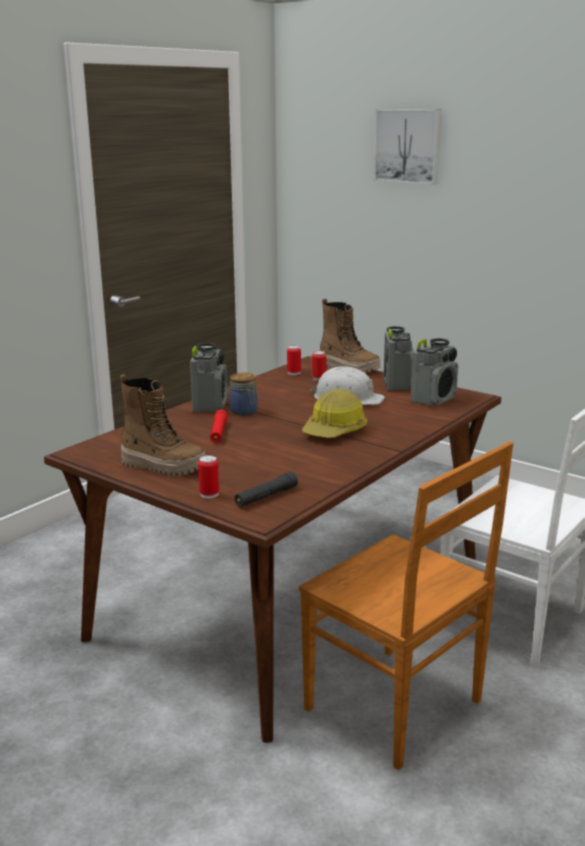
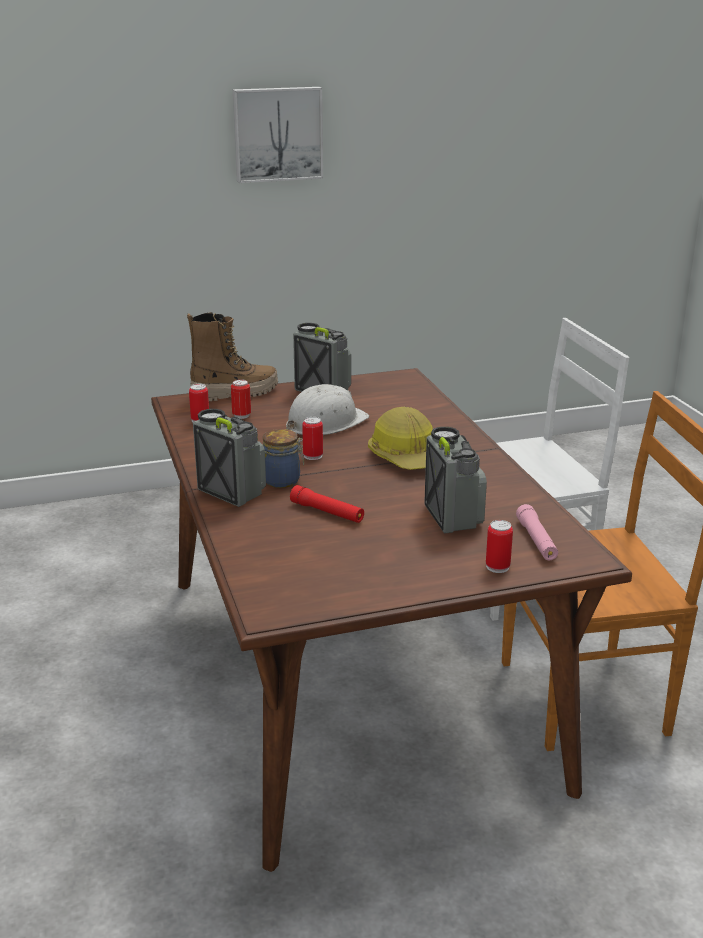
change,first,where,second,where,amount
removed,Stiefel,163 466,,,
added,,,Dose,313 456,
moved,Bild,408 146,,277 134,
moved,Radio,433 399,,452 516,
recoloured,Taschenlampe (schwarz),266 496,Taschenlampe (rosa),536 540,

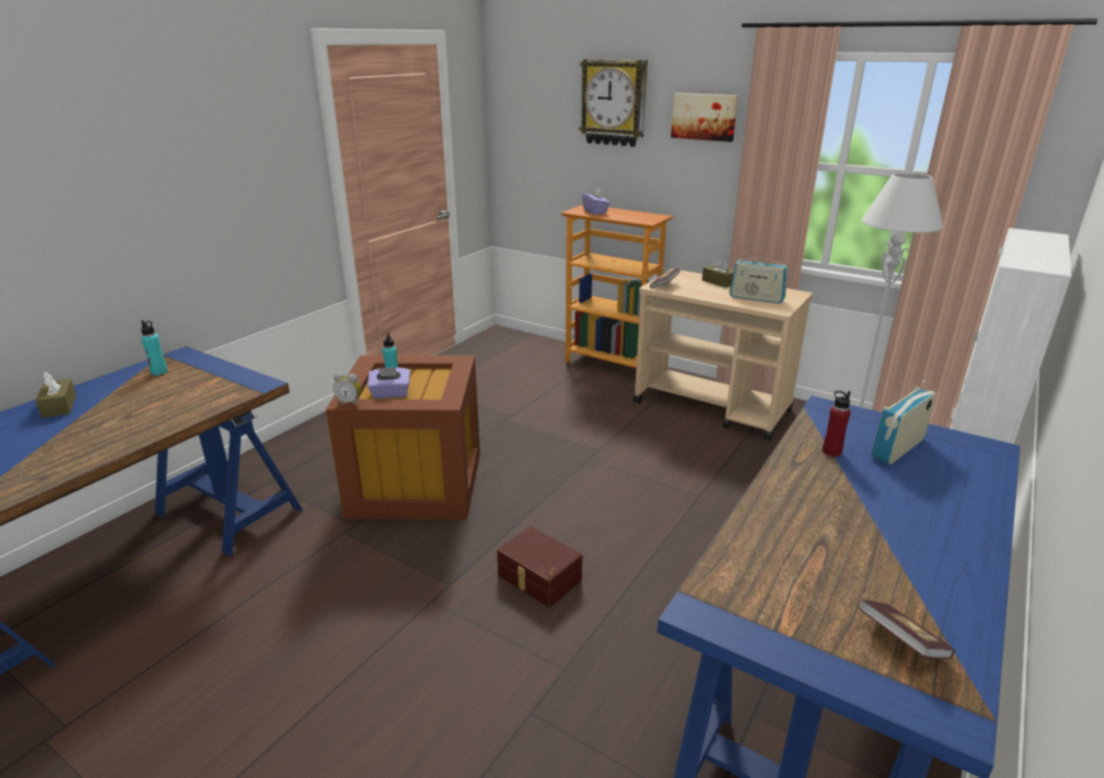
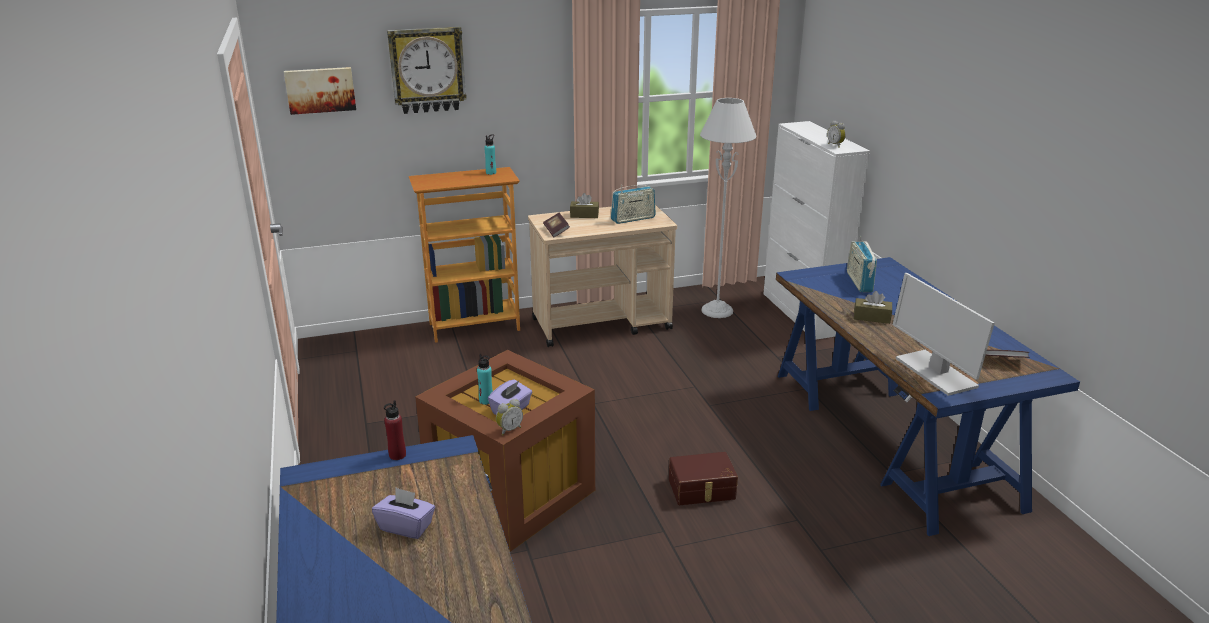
change,first,where,second,where,amount
added,,,Wecker,836 145,
added,,,Monitor,934 372,
moved,Taschentuchbox (braun),59 406,,871 317,
moved,Flasche (türkis),159 372,,491 173,
moved,Taschentuchbox (lila),595 212,,406 526,
moved,Bild,704 116,,320 90,
moved,Flasche (rot),831 452,,397 455,

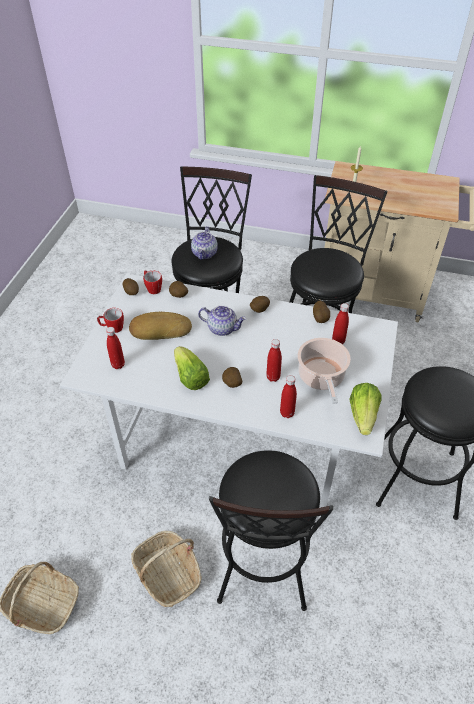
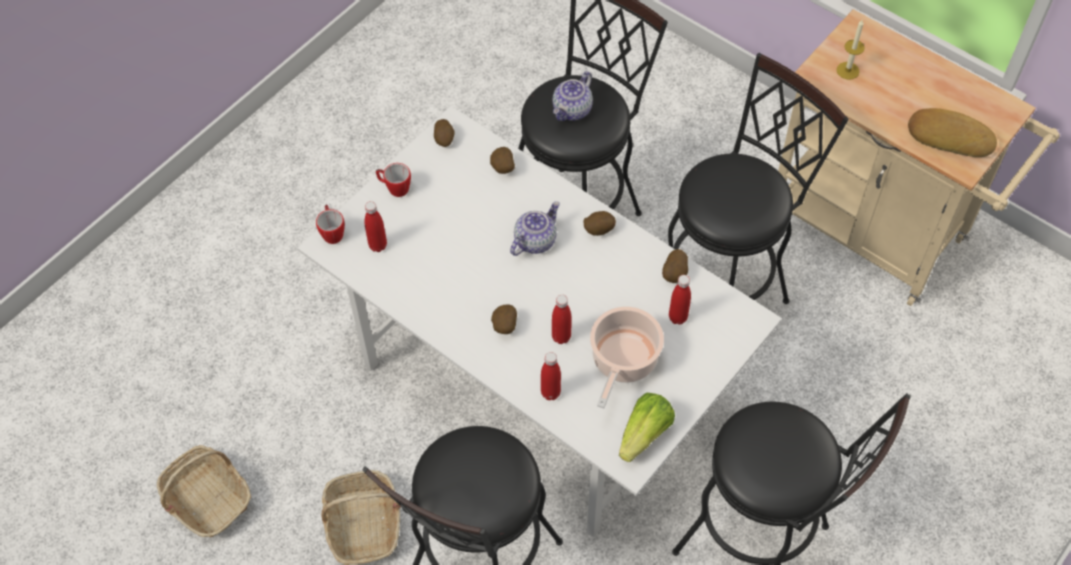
change,first,where,second,where,amount
removed,Salatkopf,190 377,,,
moved,Brot,160 329,,949 136,
moved,Henkelbecher,152 288,,332 232,
turned,Teekanne,222 328,,535 240,90 degrees counterclockwise

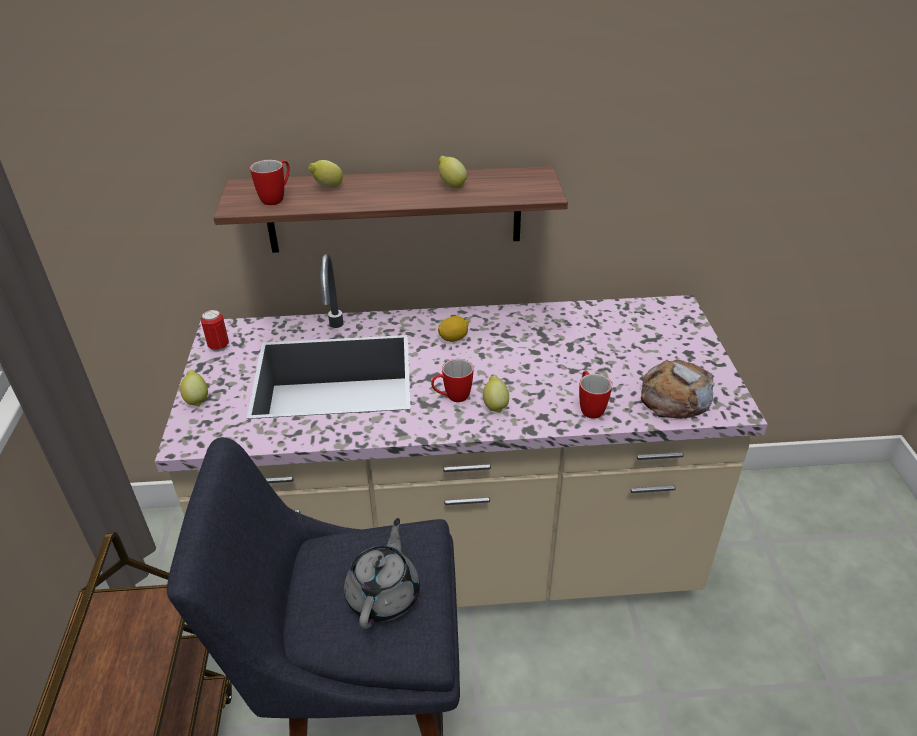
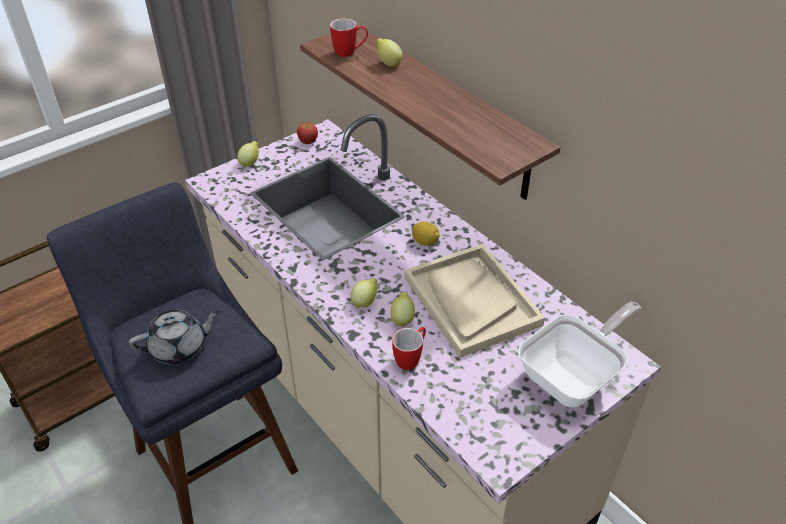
change,first,where,second,where,amount
removed,Henkelbecher,452 397,,,
removed,Brot,675 396,,,
added,,,Tablett (beige),471 301,
added,,,Pfanne,573 376,
moved,Zitrone,451 185,,402 318,
replaced,Dose,219 346,Apfel,308 142,

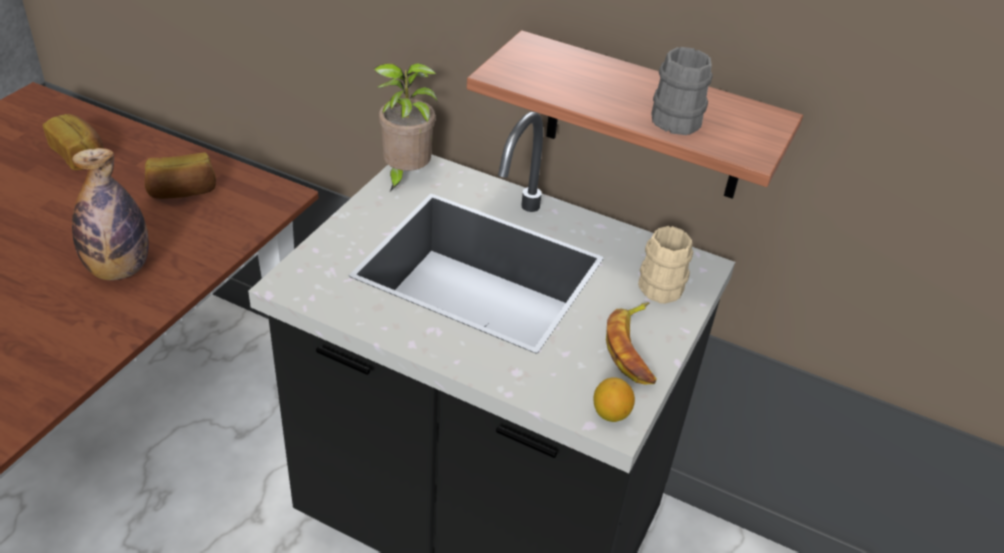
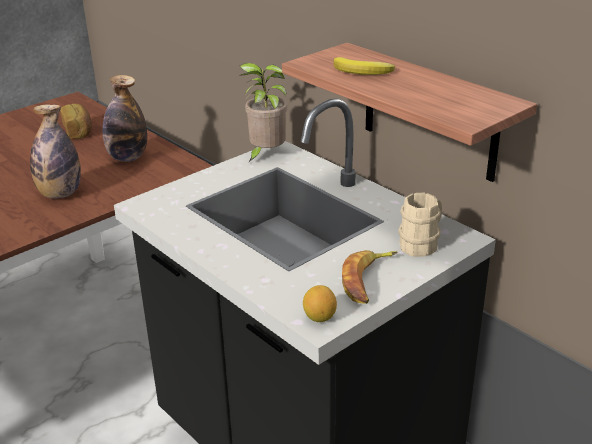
change,first,where,second,where,amount
removed,Henkelbecher (grau),675 116,,,
added,,,Banane,364 71,
replaced,Brot,182 191,Flasche,128 157,

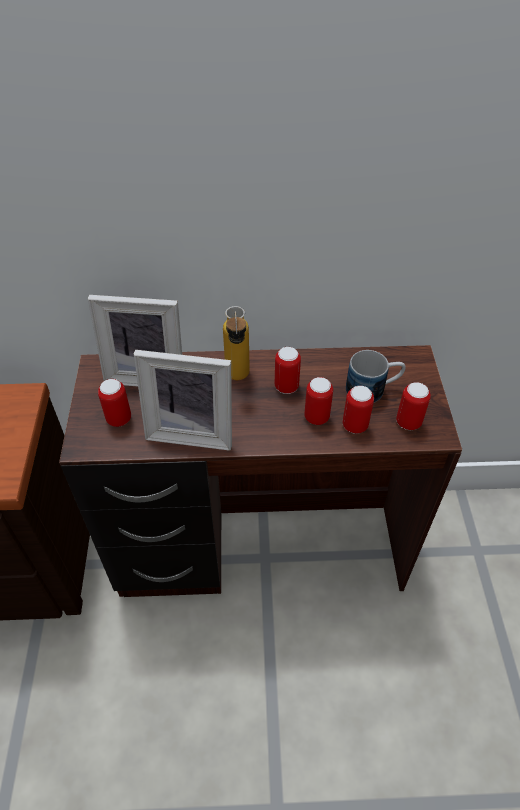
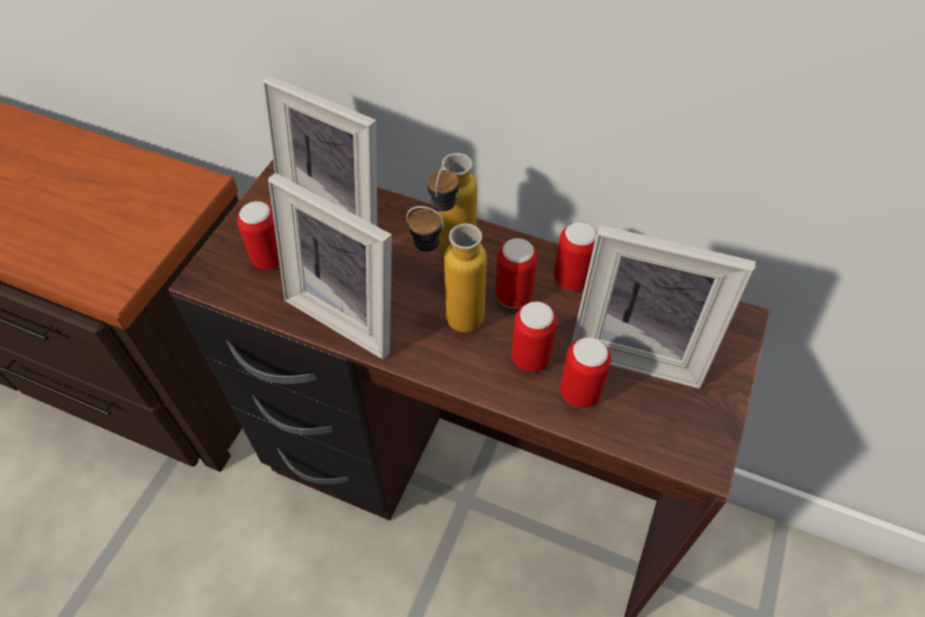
change,first,where,second,where,amount
added,,,Flasche,449 315,
moved,Dose,408 422,,571 279,
replaced,Henkelbecher,373 389,Bilderrahmen,638 347,

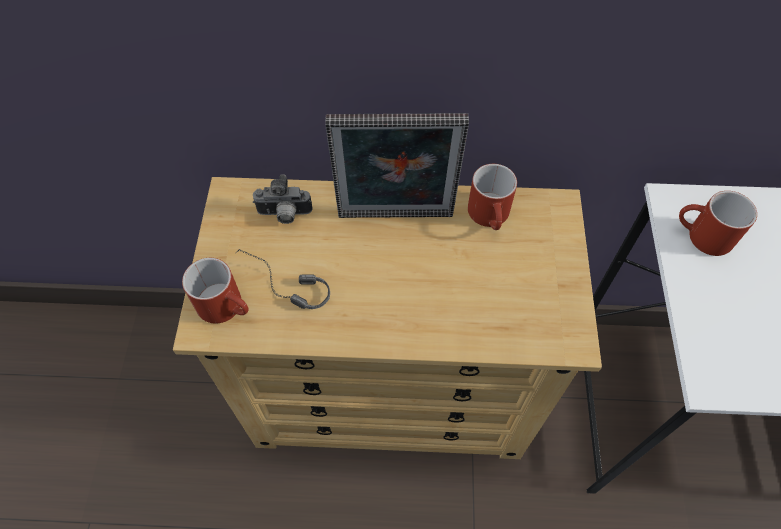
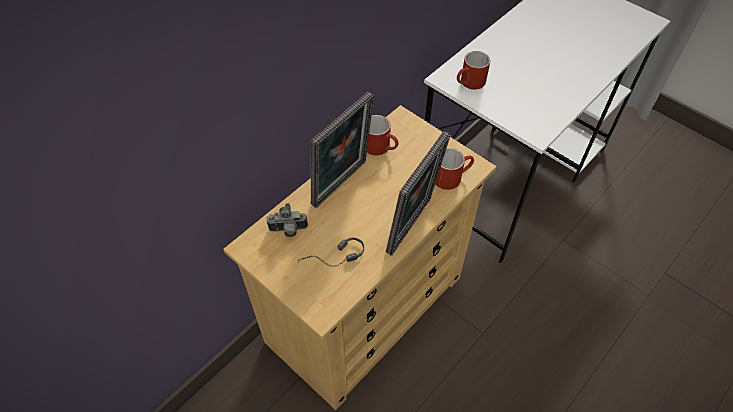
change,first,where,second,where,amount
added,,,Bilderrahmen,413 227,
moved,Henkelbecher (rot),227 306,,451 176,
turned,Kamera,284 215,,288 231,45 degrees clockwise

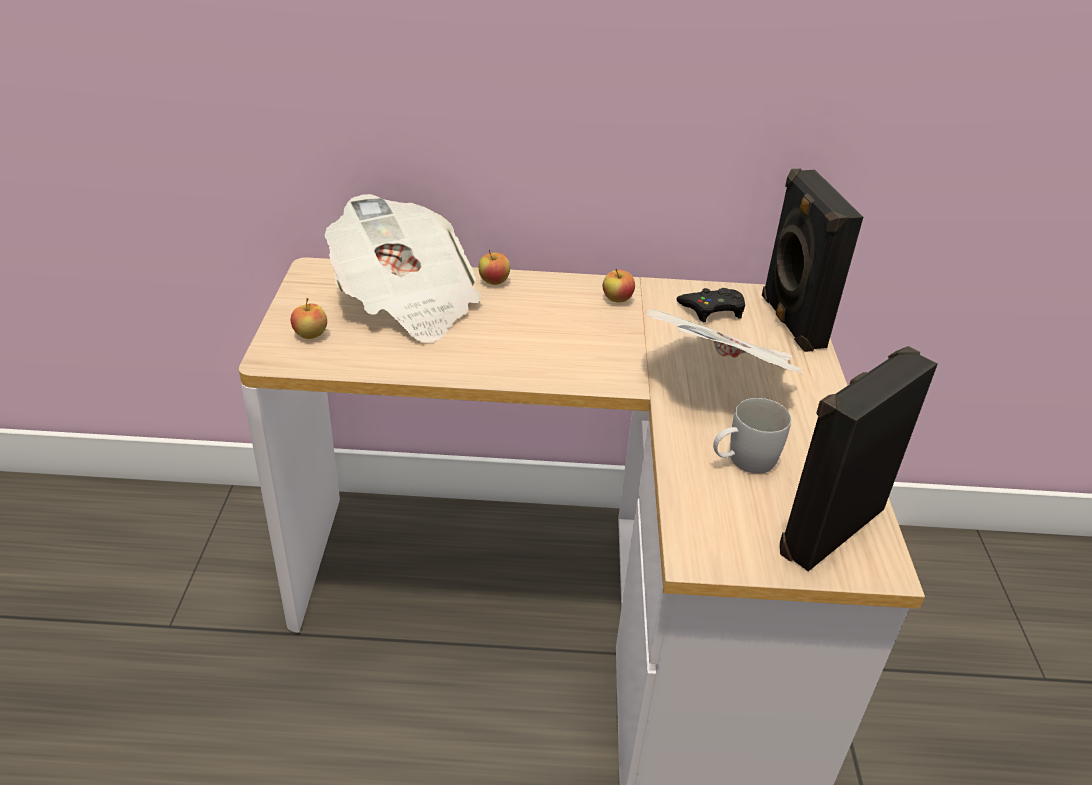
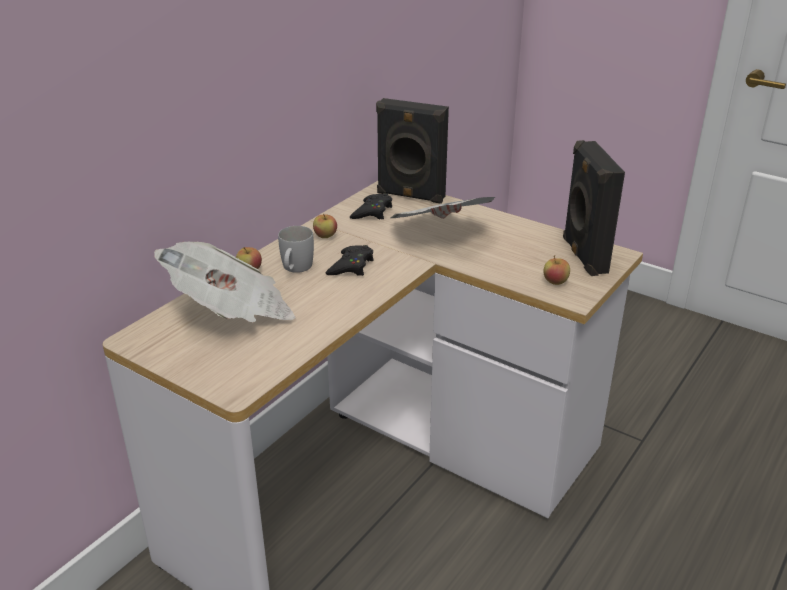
change,first,where,second,where,amount
added,,,Gamepad (schwarz),351 266,
moved,Apfel,310 335,,555 282,
moved,Henkelbecher (weiß),743 461,,295 269,

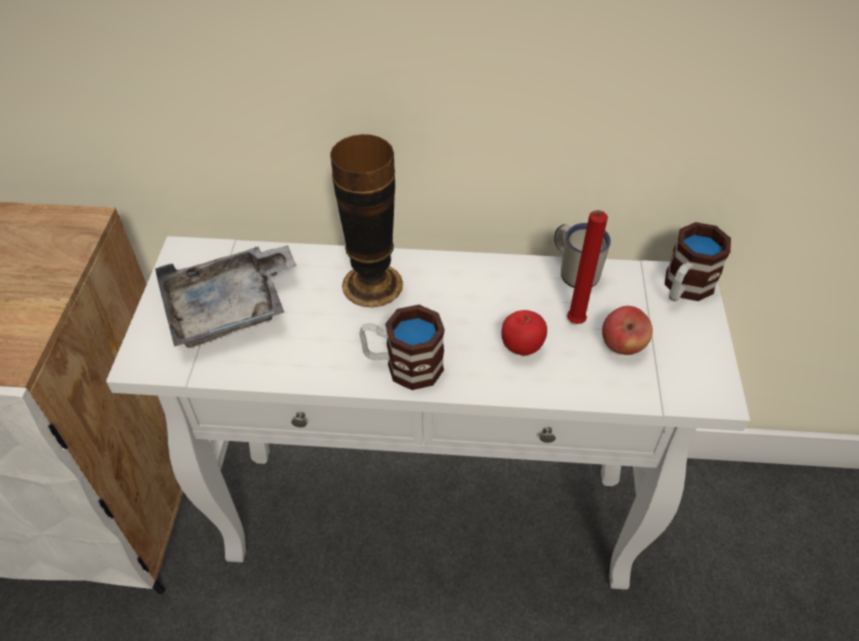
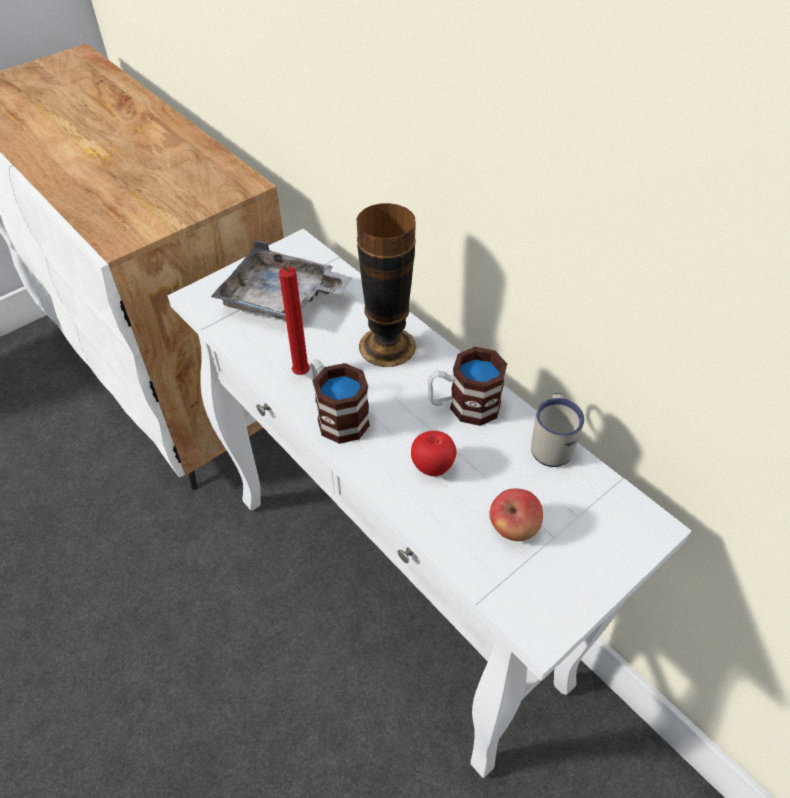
change,first,where,second,where,amount
moved,Kerze (rot),573 324,,298 373,
moved,Henkelbecher,684 289,,463 406,

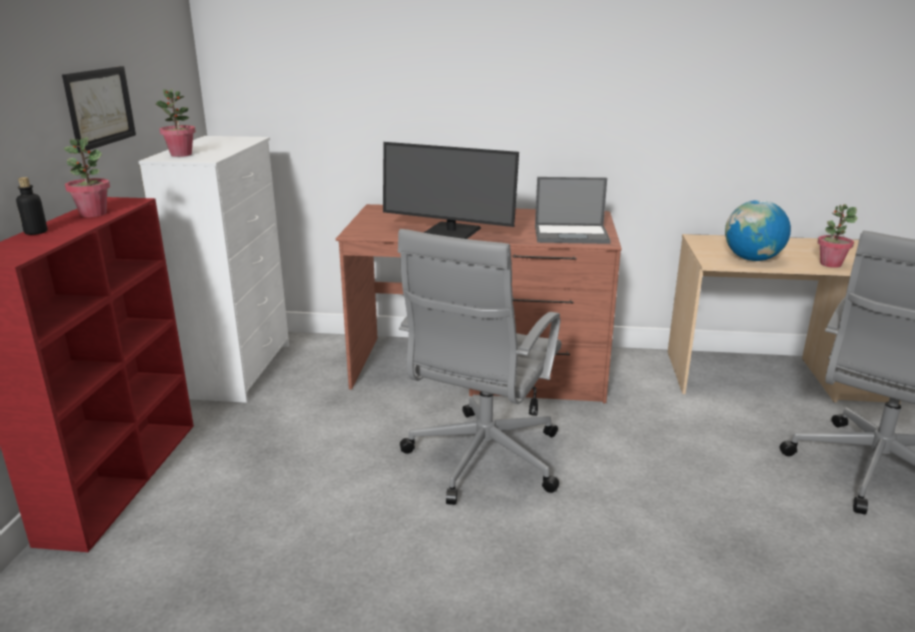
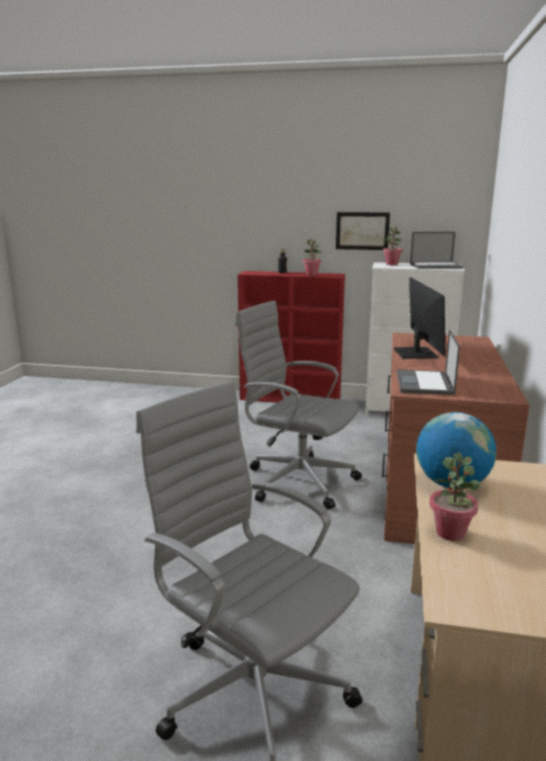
change,first,where,second,where,amount
added,,,Laptop,436 266,
turned,Monitor,450 232,,417 353,150 degrees clockwise

